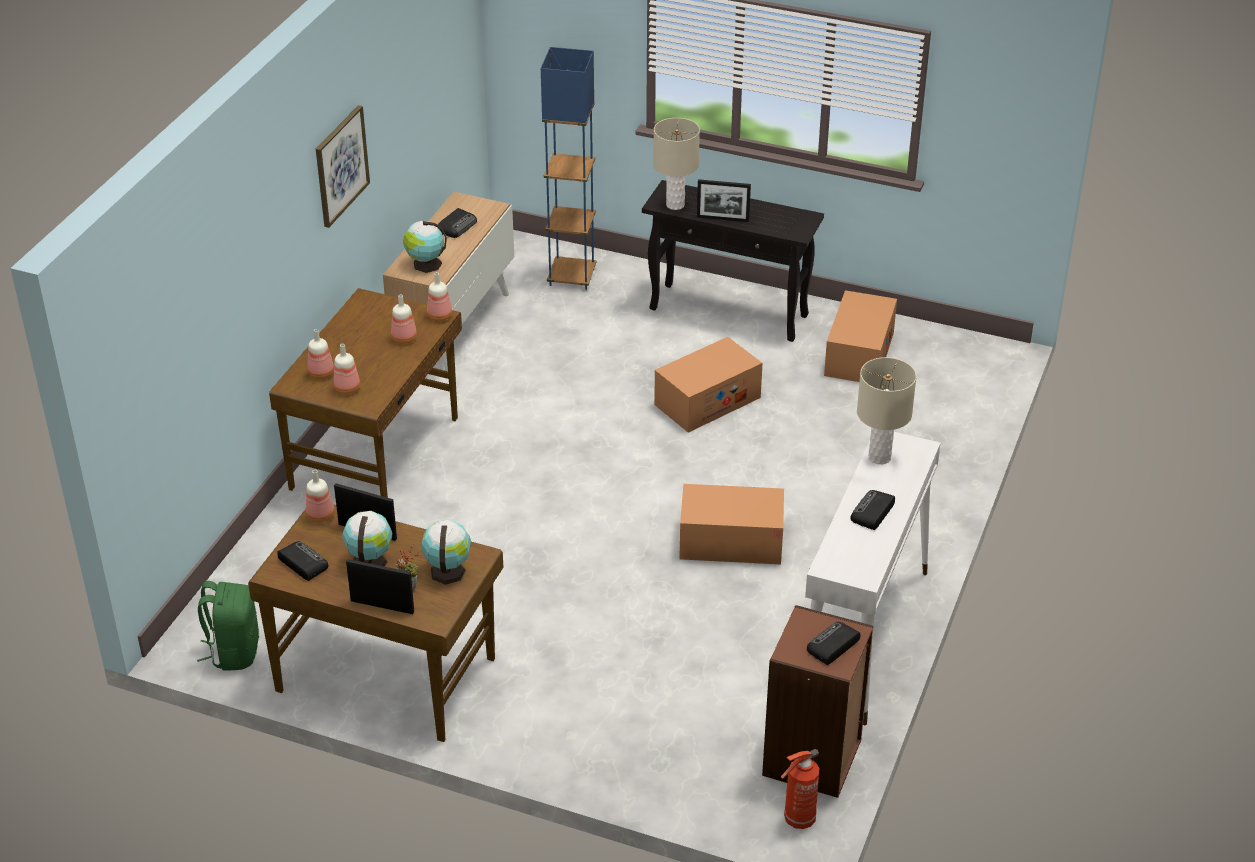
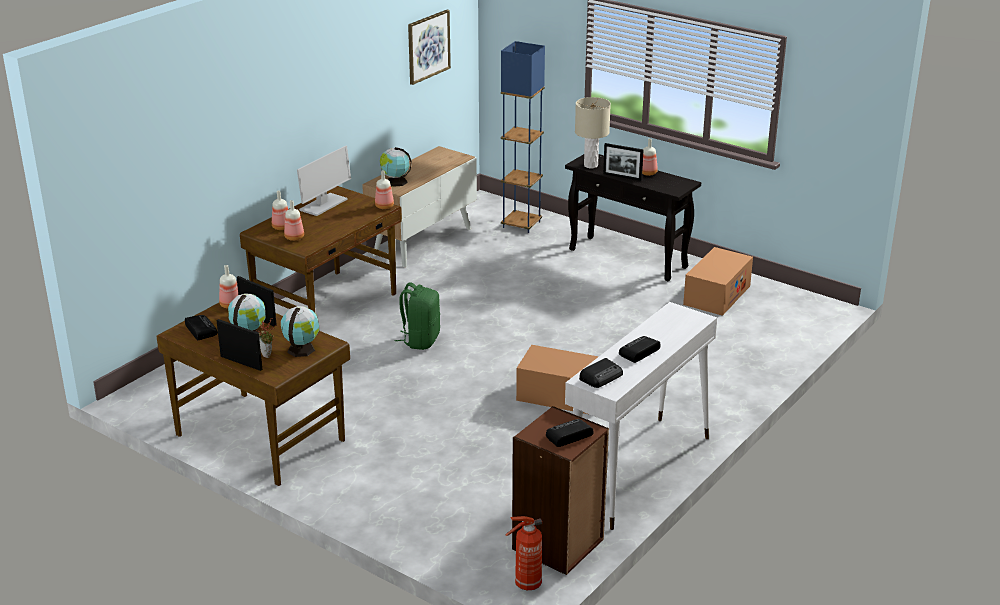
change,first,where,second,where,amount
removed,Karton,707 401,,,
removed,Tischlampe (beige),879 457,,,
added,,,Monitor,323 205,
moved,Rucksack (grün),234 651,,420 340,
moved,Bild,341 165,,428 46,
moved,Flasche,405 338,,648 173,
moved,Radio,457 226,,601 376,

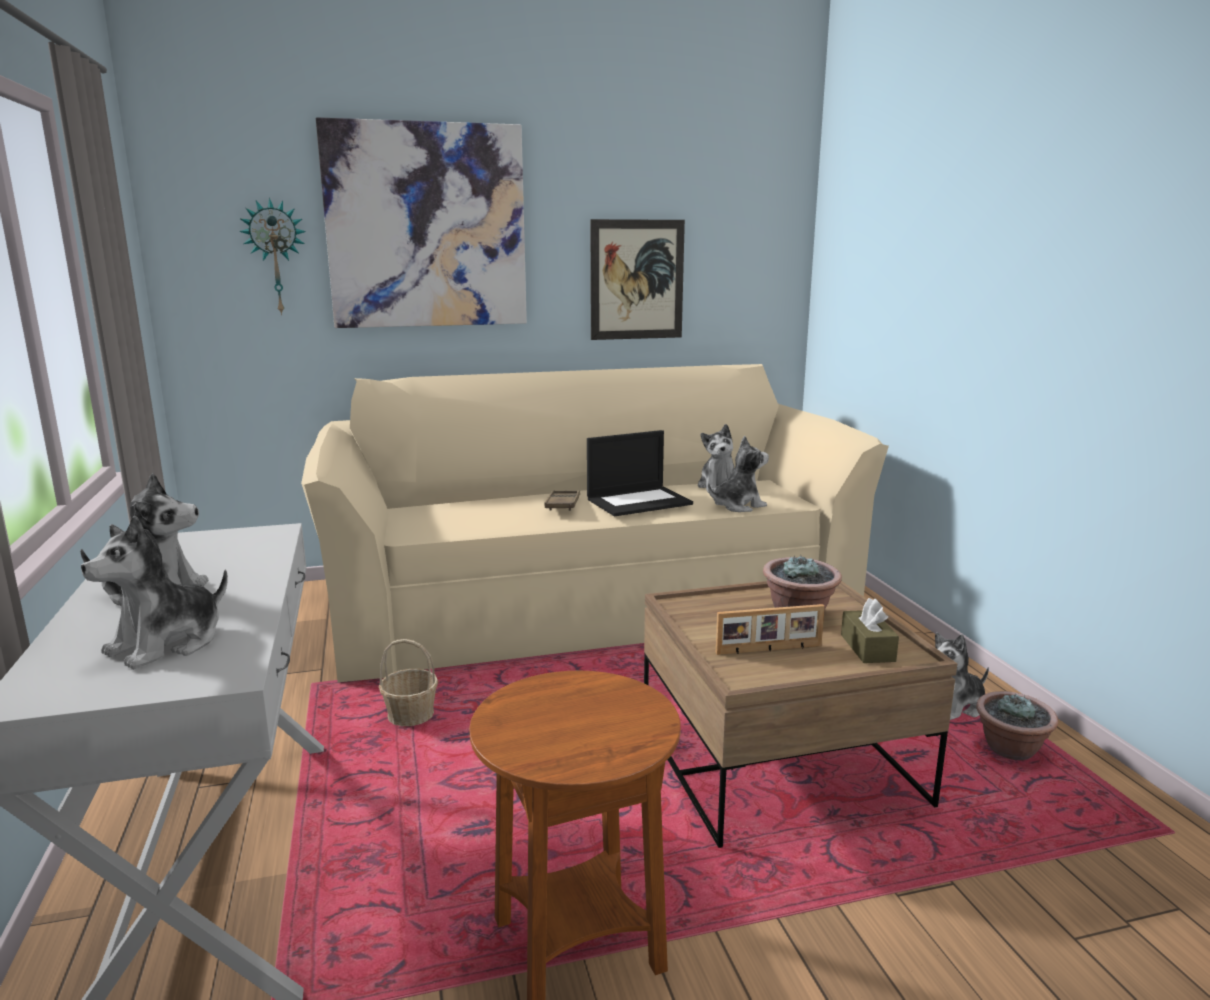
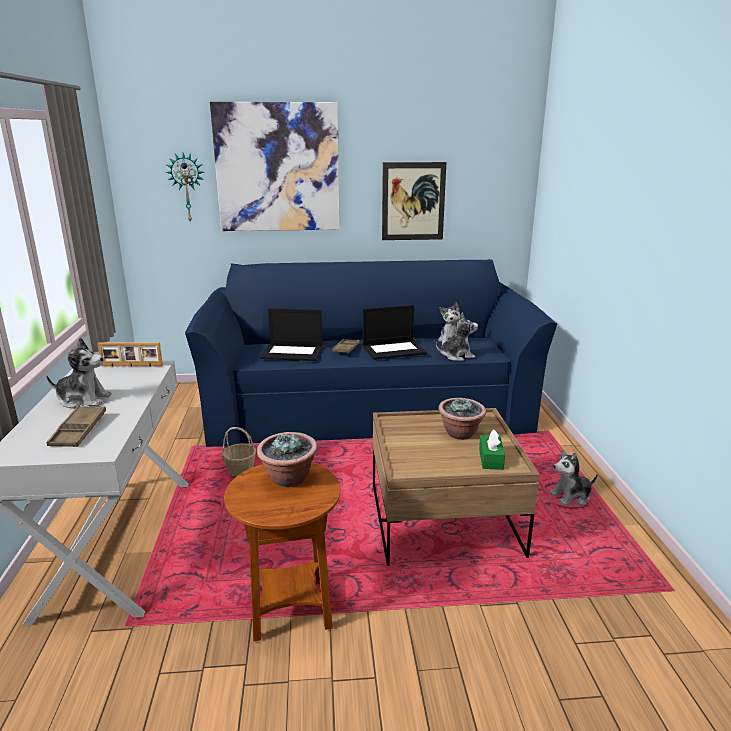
change,first,where,second,where,amount
added,,,Laptop,293 352,
moved,Bilderrahmen,769 650,,131 366,
moved,Topfpflanze,1011 751,,289 479,
replaced,Plüschtier,167 644,Tablett (braun),79 430,
recoloured,Sofa (beige),588 598,Sofa (blau),367 405,
recoloured,Taschentuchbox (braun),867 648,Taschentuchbox (grün),491 459,

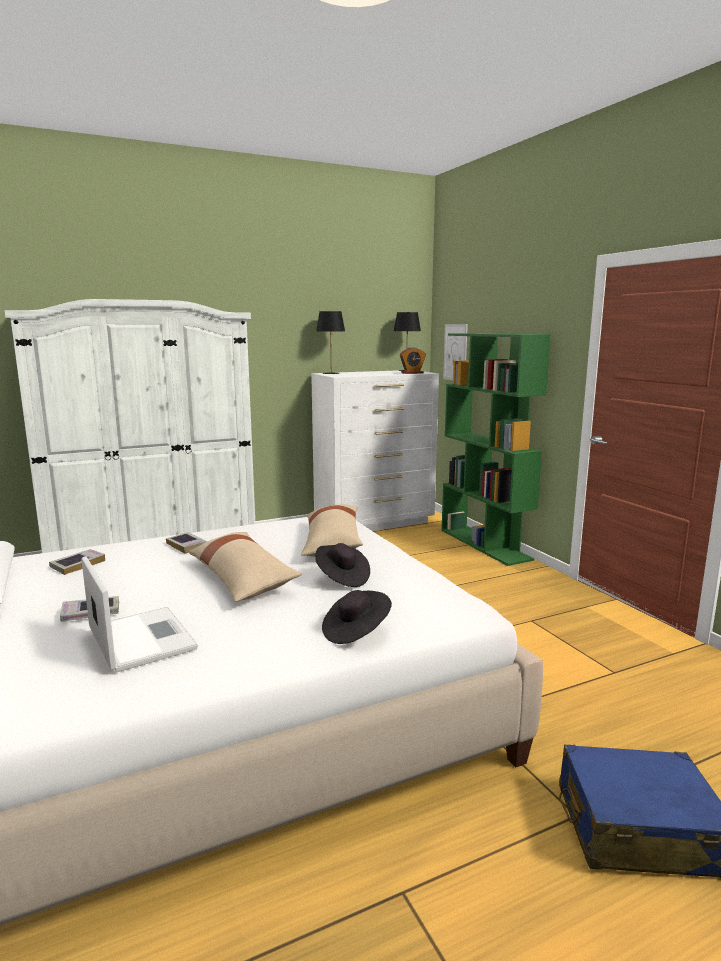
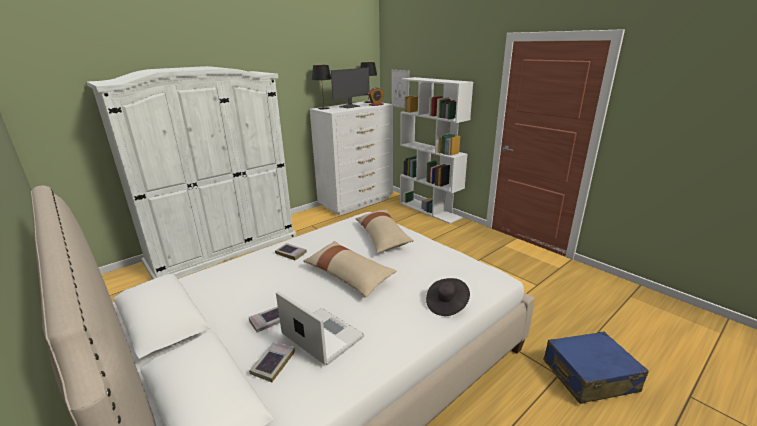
change,first,where,second,where,amount
removed,Hut (schwarz),342 578,,,
added,,,Monitor,350 106,
moved,Buch,78 565,,273 363,
recoloured,Bücherregal (grün),485 544,Bücherregal (weiß),430 210,

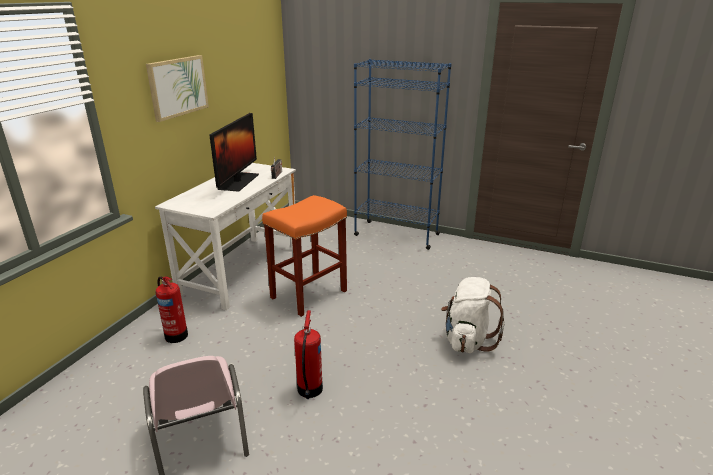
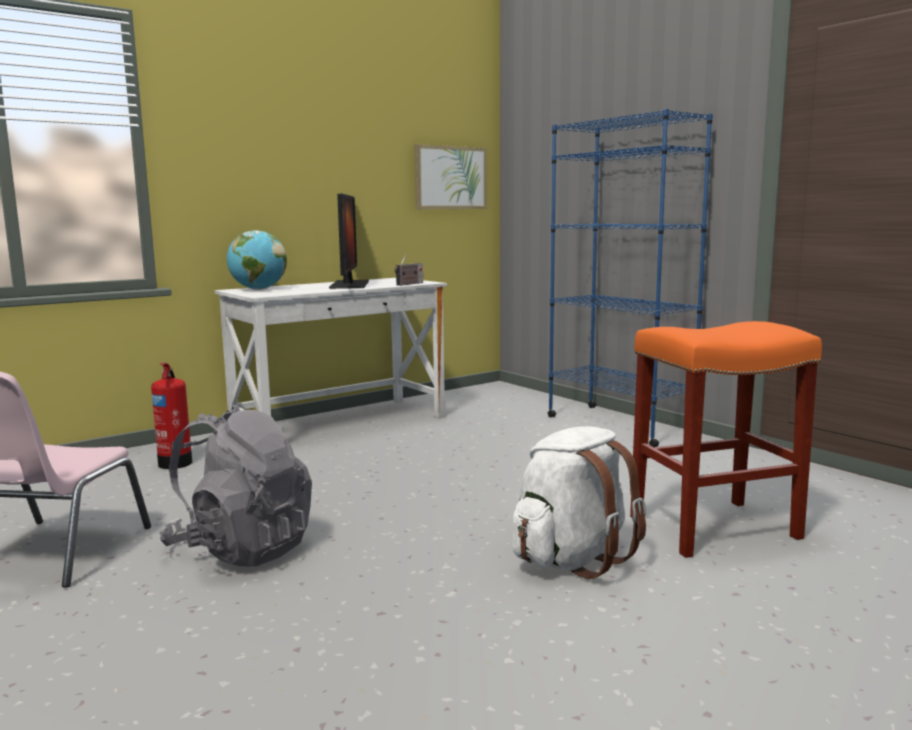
change,first,where,second,where,amount
added,,,Globus,258 289,
moved,Bild,178 87,,450 178,
moved,Hocker (orange),308 295,,712 528,
replaced,Feuerlöscher,309 390,Rucksack (grau),241 548,
turned,Monitor,239 181,,350 284,45 degrees counterclockwise

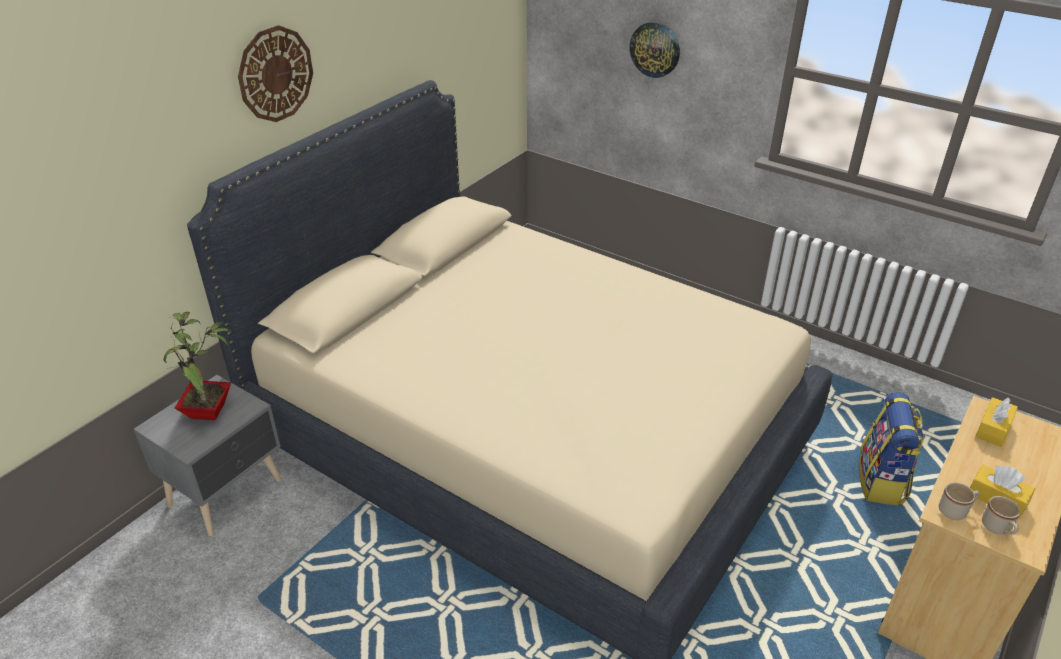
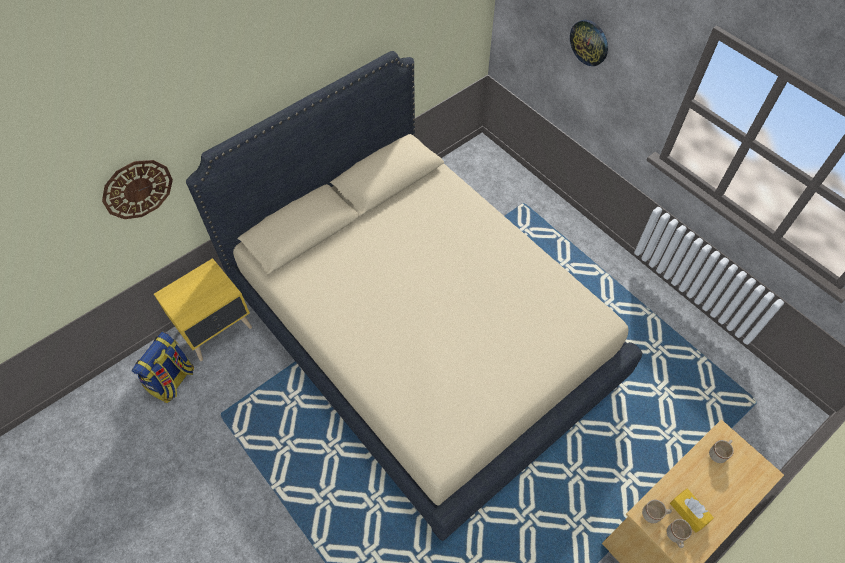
change,first,where,second,where,amount
removed,Topfpflanze,210 412,,,
moved,Wanduhr,275 74,,137 189,
moved,Rucksack,881 481,,173 381,
replaced,Taschentuchbox (gelb),993 429,Henkelbecher (beige),719 453,
recoloured,Nachttisch (grau),228 493,Nachttisch (gelb),217 330,

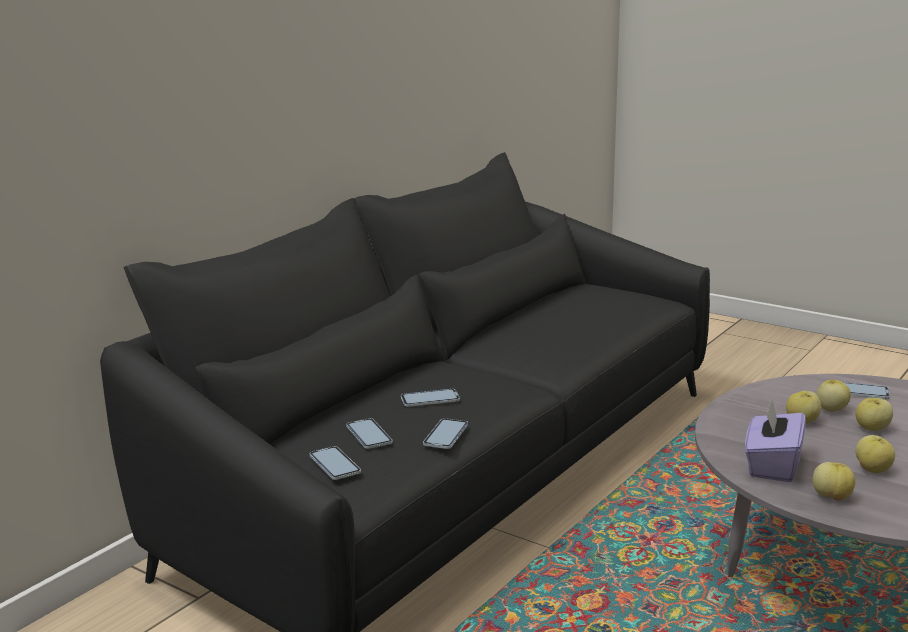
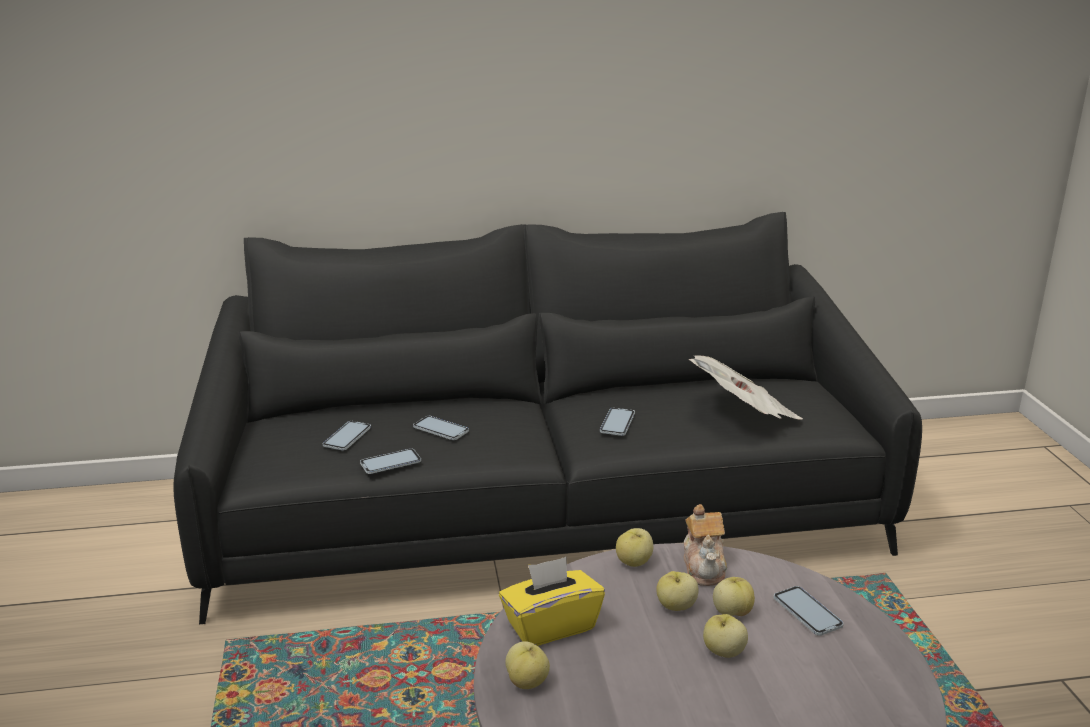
change,first,where,second,where,amount
added,,,Teekanne,704 566,
added,,,Zeitung,743 415,
moved,Handy,335 464,,617 423,
moved,Apfel,873 470,,634 562,
recoloured,Taschentuchbox (lila),772 465,Taschentuchbox (gelb),550 626,

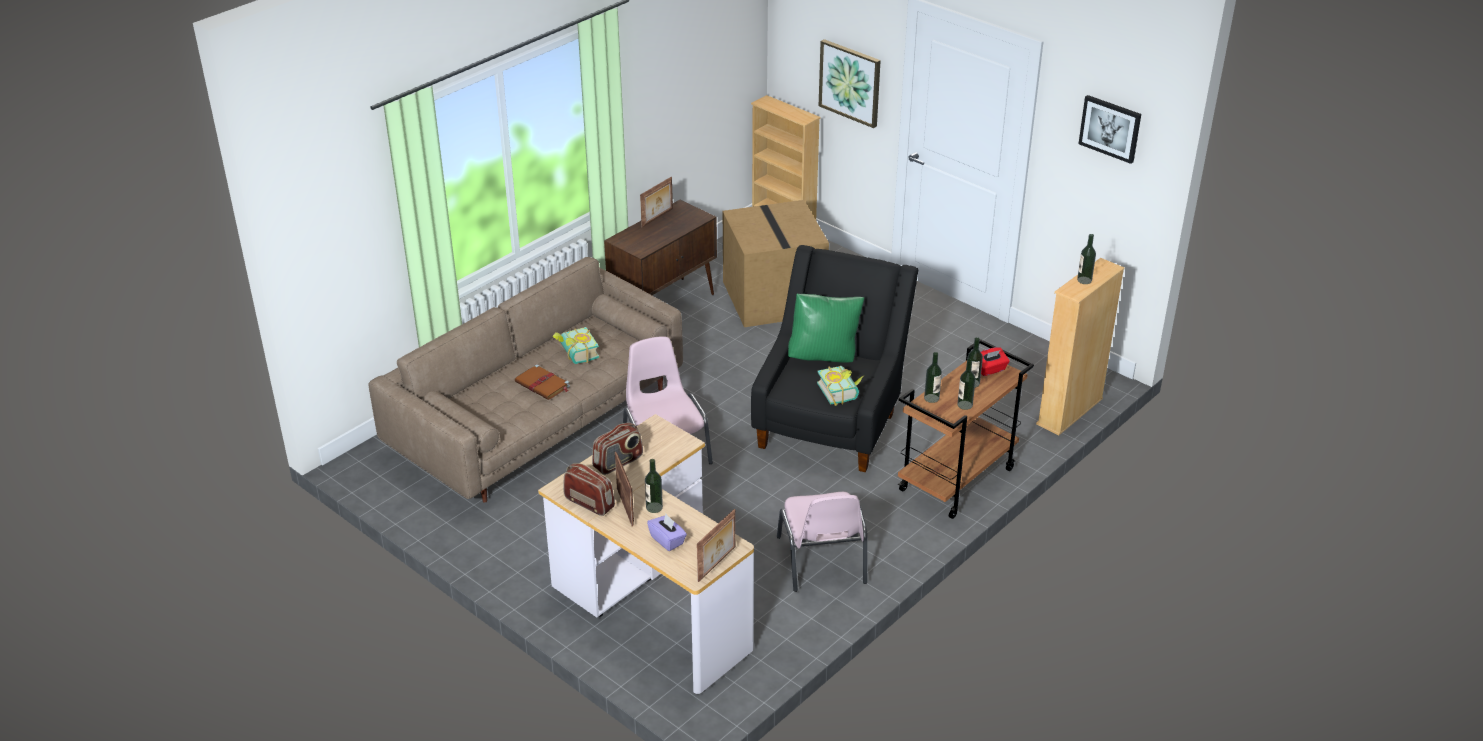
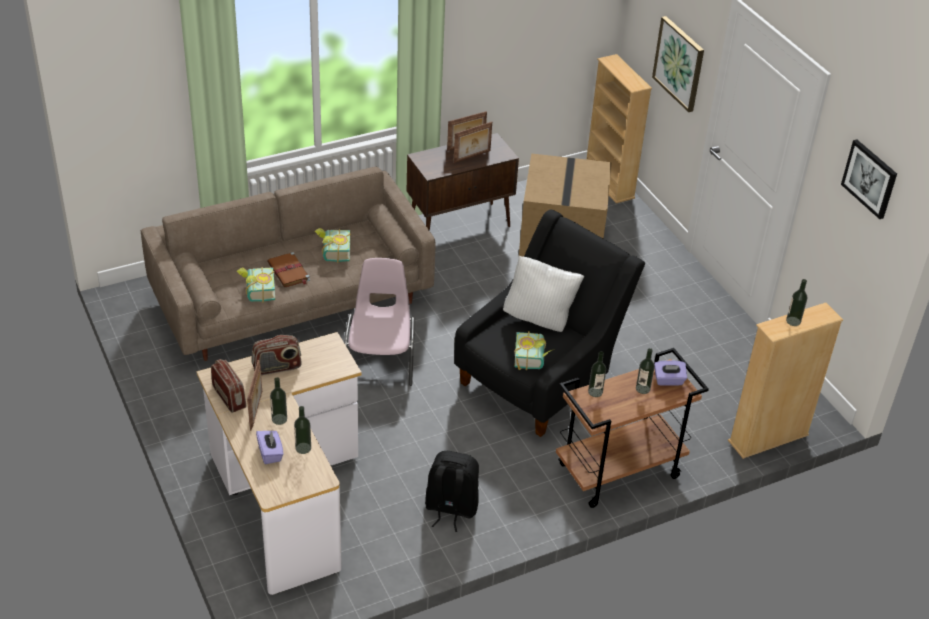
change,first,where,second,where,amount
added,,,Buch,257 291,
moved,Bilderrahmen,717 564,,472 157,
moved,Flasche,965 405,,303 448,
replaced,Stuhl (rosa),822 561,Rucksack (schwarz),450 508,
recoloured,Kissen (grün),824 356,Kissen (weiß),539 319,
recoloured,Taschentuchbox (rot),990 369,Taschentuchbox (lila),668 380,

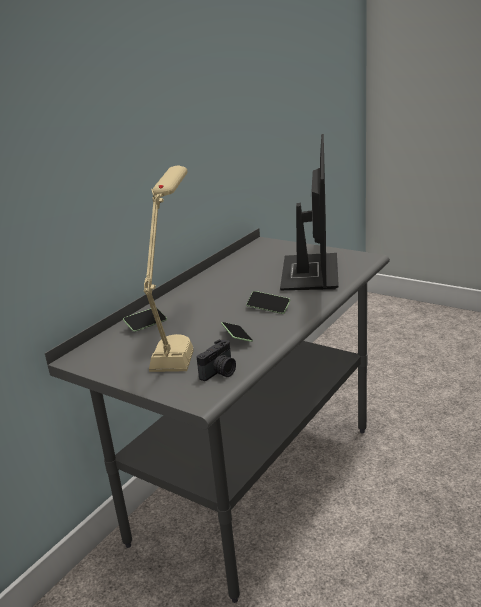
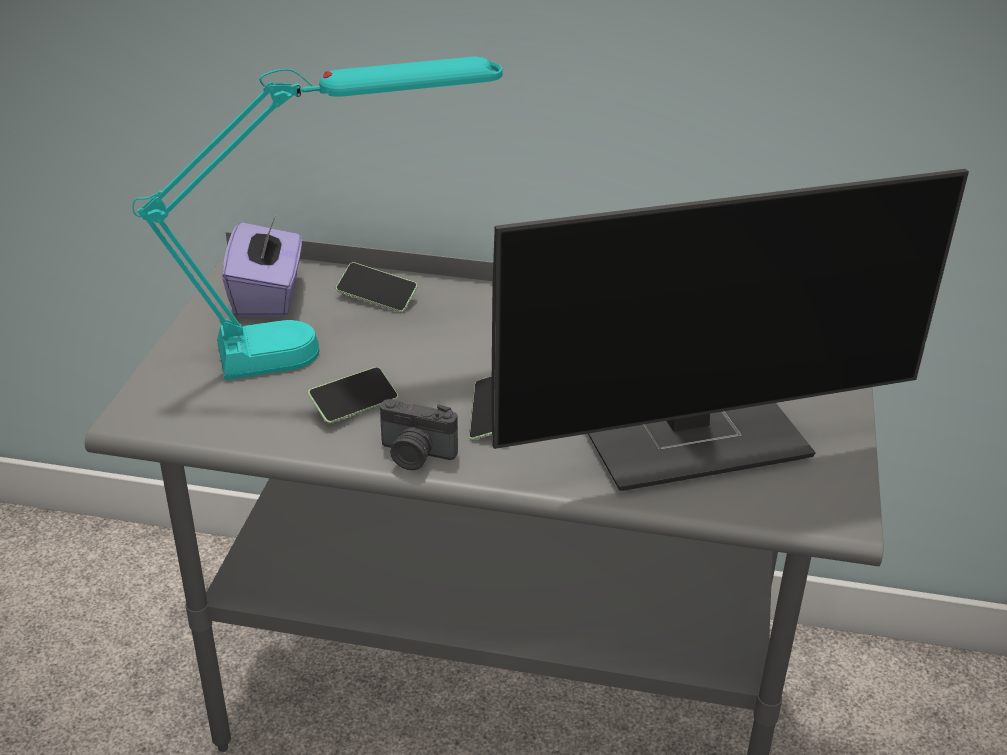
change,first,where,second,where,amount
added,,,Taschentuchbox (lila),268 296,
moved,Kamera,220 372,,415 455,
recoloured,Tischlampe (beige),180 338,Tischlampe (türkis),335 344,

